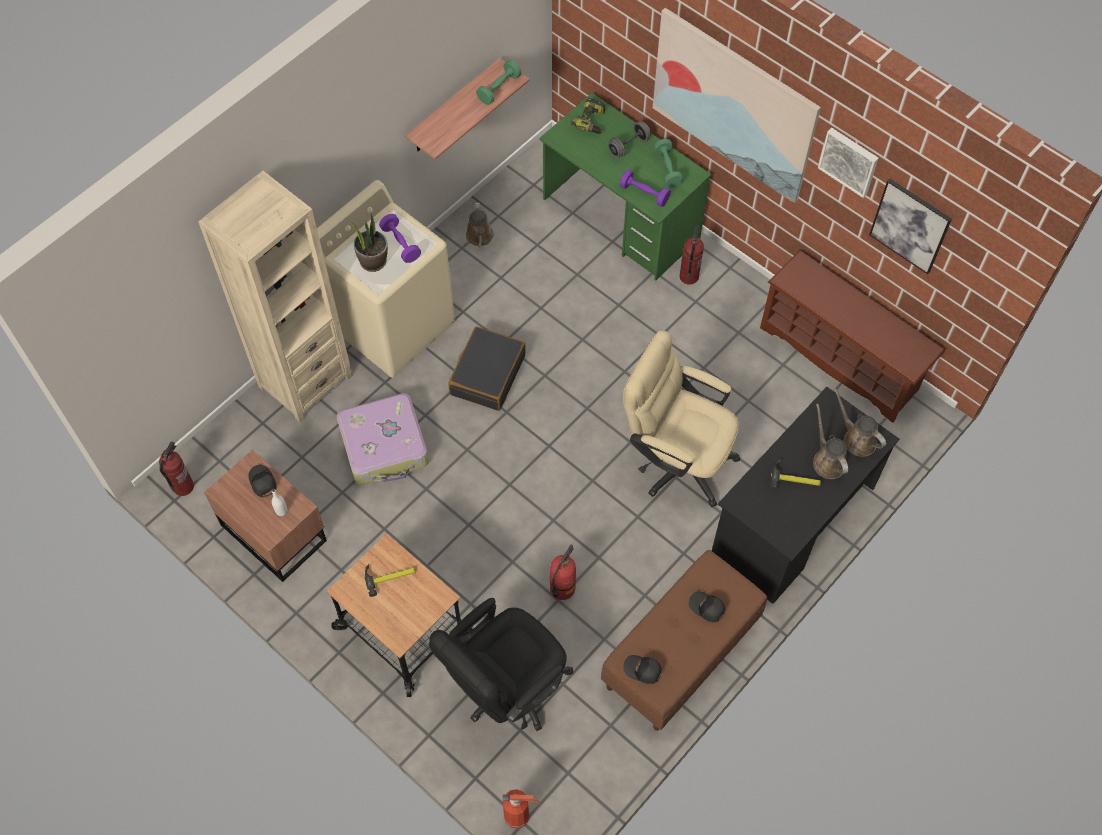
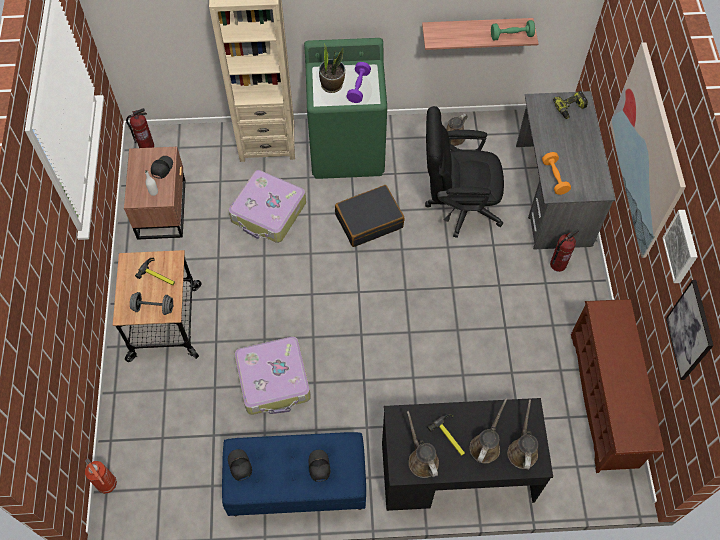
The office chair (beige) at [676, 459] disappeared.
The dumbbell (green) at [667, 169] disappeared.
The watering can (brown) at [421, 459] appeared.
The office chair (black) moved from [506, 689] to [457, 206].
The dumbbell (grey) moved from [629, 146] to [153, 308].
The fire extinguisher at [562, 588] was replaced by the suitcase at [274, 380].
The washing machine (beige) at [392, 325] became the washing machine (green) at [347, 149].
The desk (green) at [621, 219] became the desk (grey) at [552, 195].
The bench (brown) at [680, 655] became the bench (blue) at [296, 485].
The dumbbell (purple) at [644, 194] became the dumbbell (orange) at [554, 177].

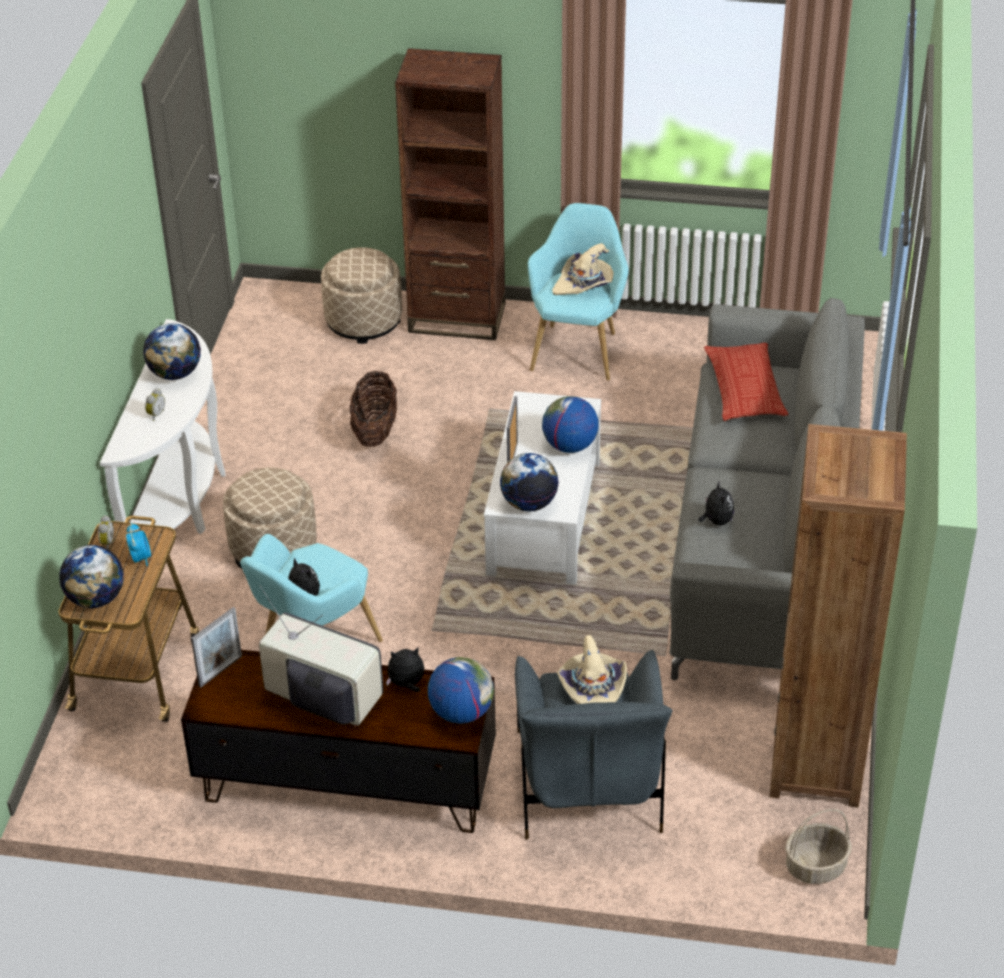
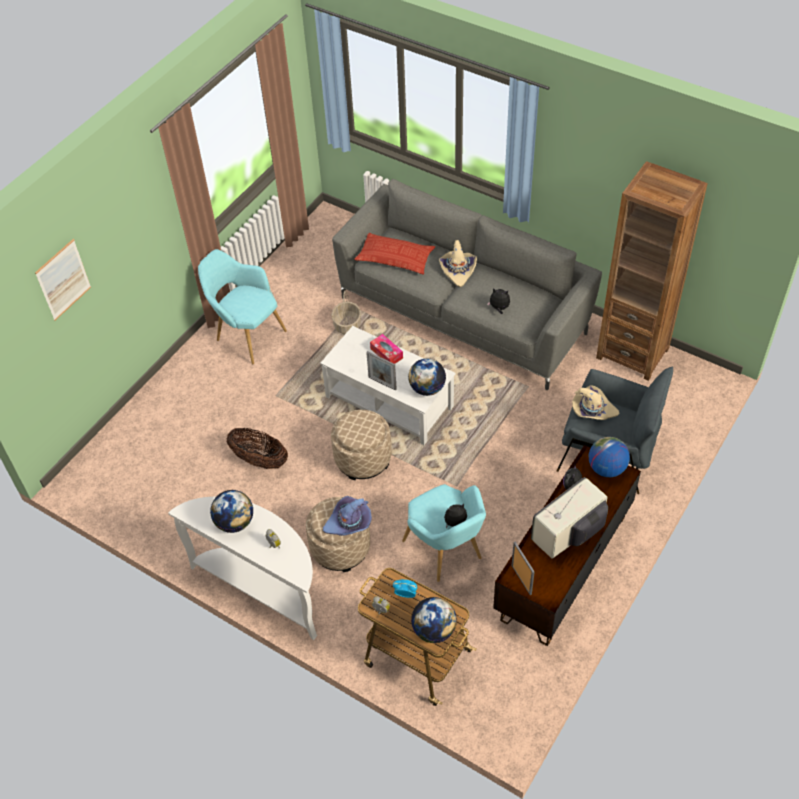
The bookcase (brown) at [457, 318] disappeared.
The picture at [63, 280] appeared.
The hat (purple) at [349, 522] appeared.
The ottoman (beige) moved from [363, 321] to [362, 458].
The hat (beige) moved from [584, 284] to [458, 270].
The basket moved from [815, 867] to [347, 325].
The globe at [569, 446] was replaced by the tissue box at [386, 353].

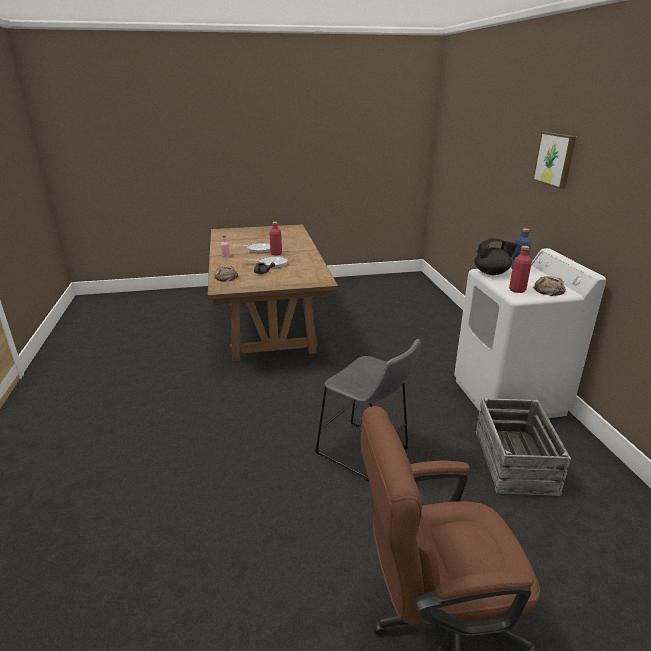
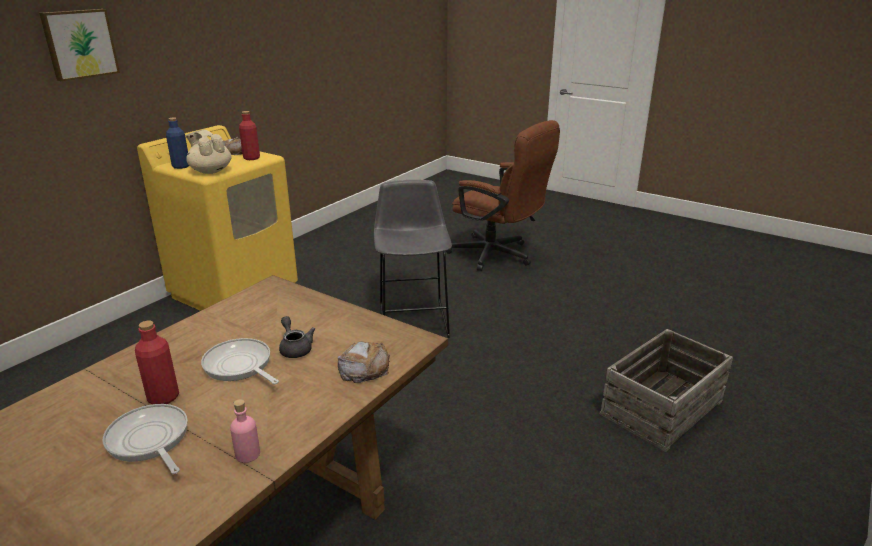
The crate moved from [513, 461] to [662, 408].
The washing machine (white) at [508, 397] became the washing machine (yellow) at [235, 292].
The teapot (black) at [492, 273] became the teapot (beige) at [210, 171].

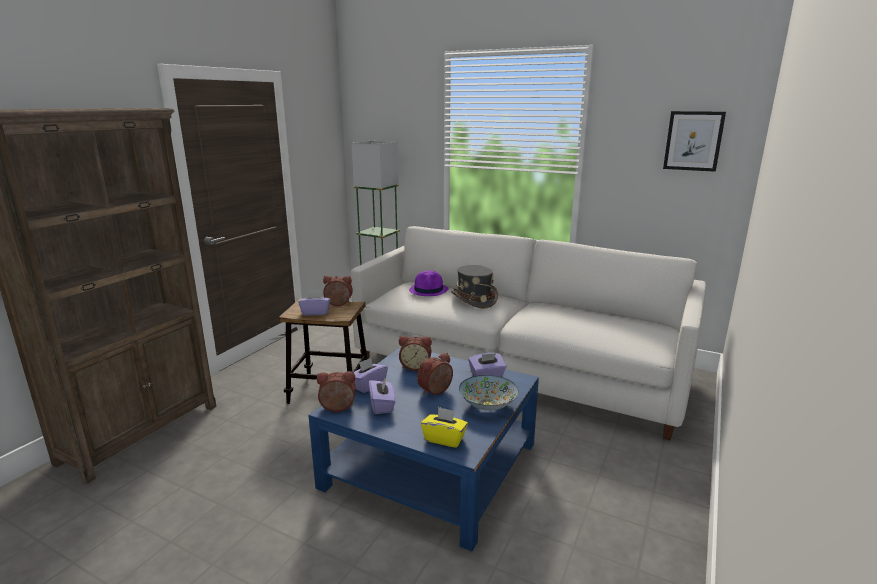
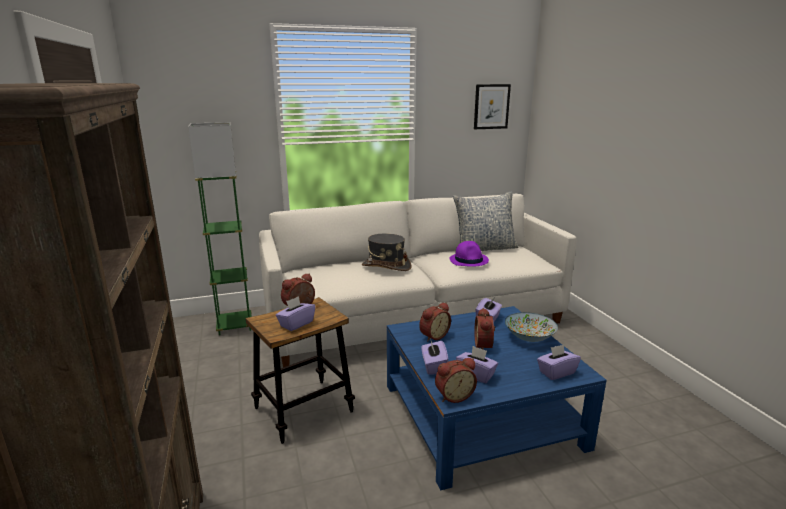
The pillow at [484, 249] appeared.
The hat (purple) moved from [429, 290] to [469, 260].
The tissue box (yellow) at [444, 439] became the tissue box (purple) at [556, 372].
The alarm clock at [338, 408] turned 150 degrees counterclockwise.

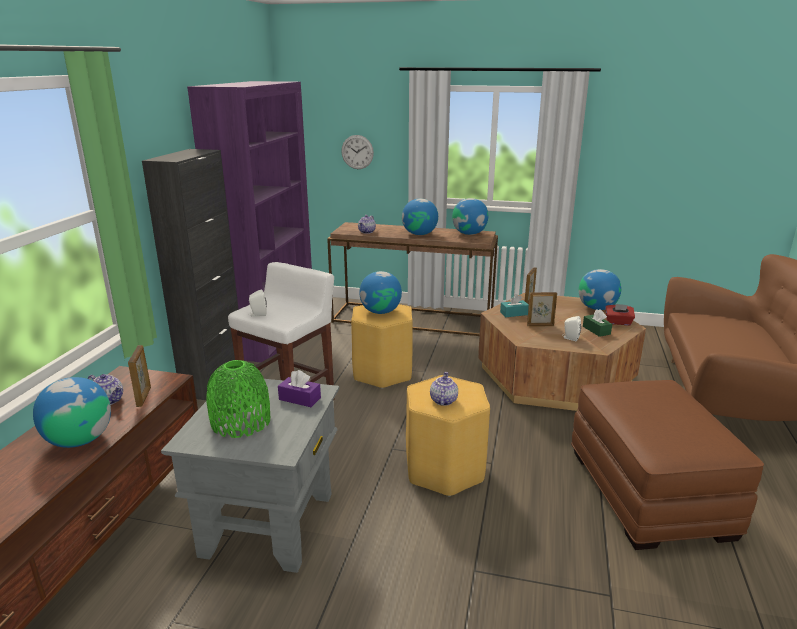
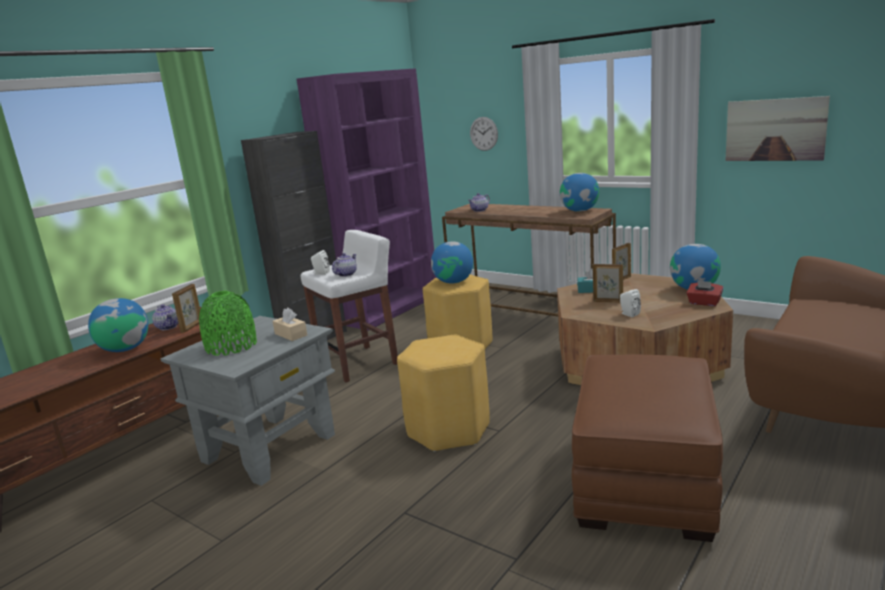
The globe at [419, 234] disappeared.
The tissue box (green) at [596, 330] disappeared.
The picture at [775, 130] appeared.
The teapot moved from [443, 400] to [346, 274].
The tissue box (purple) at [300, 399] became the tissue box (beige) at [291, 334].

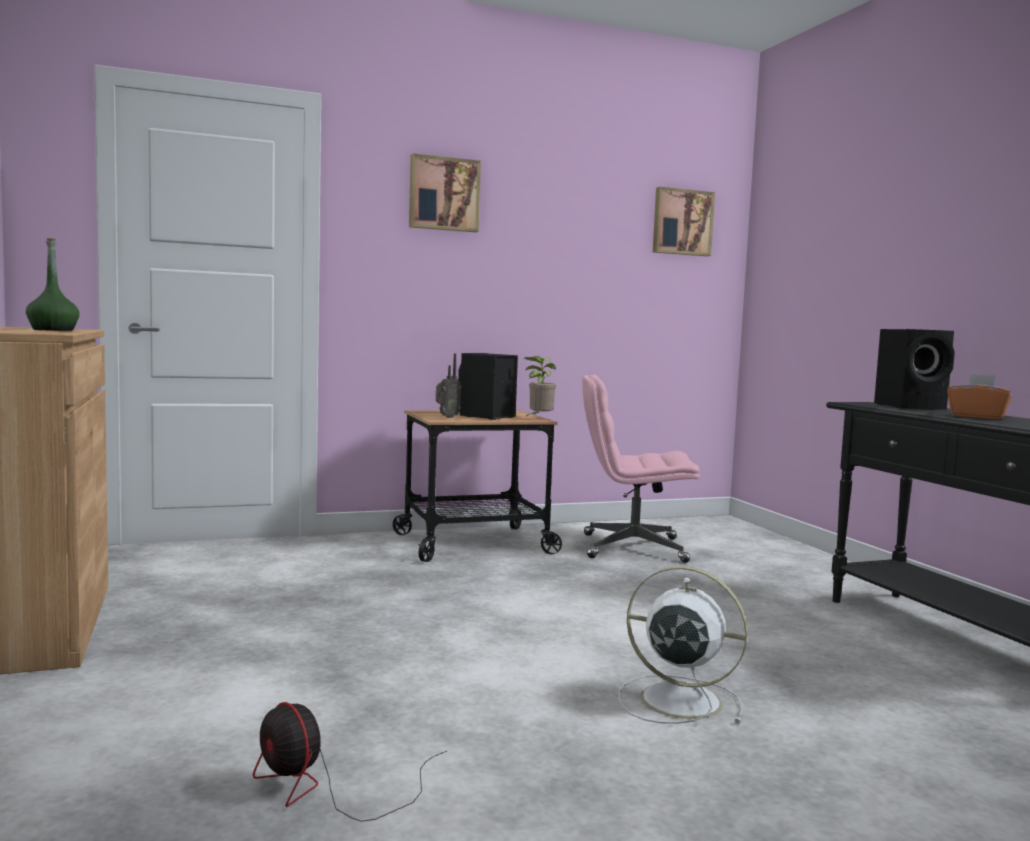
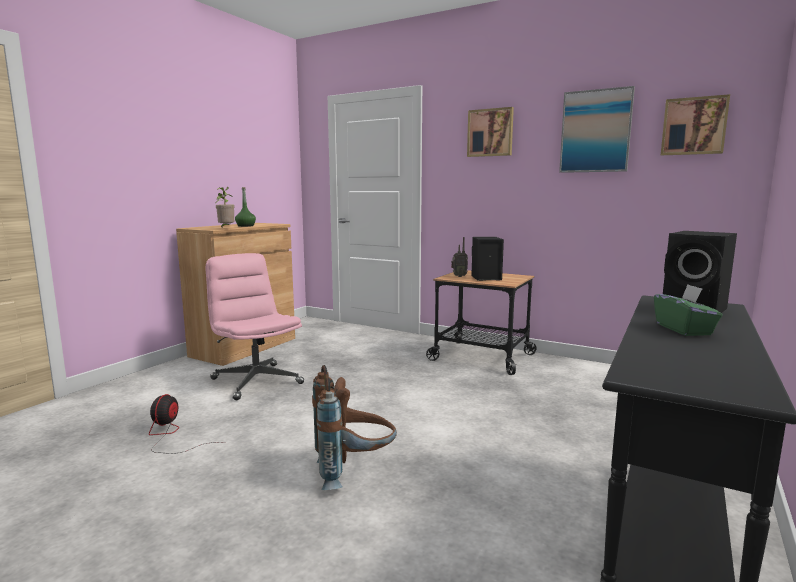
The picture at [595, 131] appeared.
The potted plant moved from [539, 419] to [226, 228].
The office chair (pink) moved from [631, 548] to [256, 381].
The fan (white) at [676, 700] was replaced by the backpack (brown) at [353, 471].
The tissue box (orange) at [977, 417] became the tissue box (green) at [684, 329].

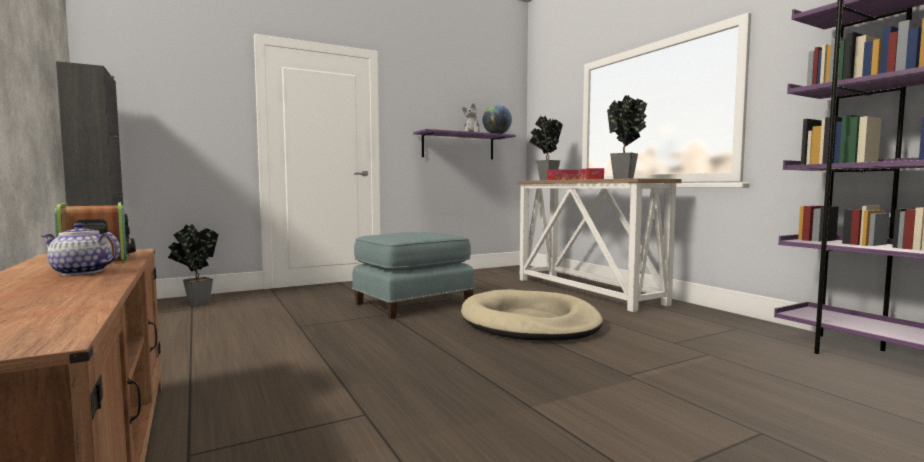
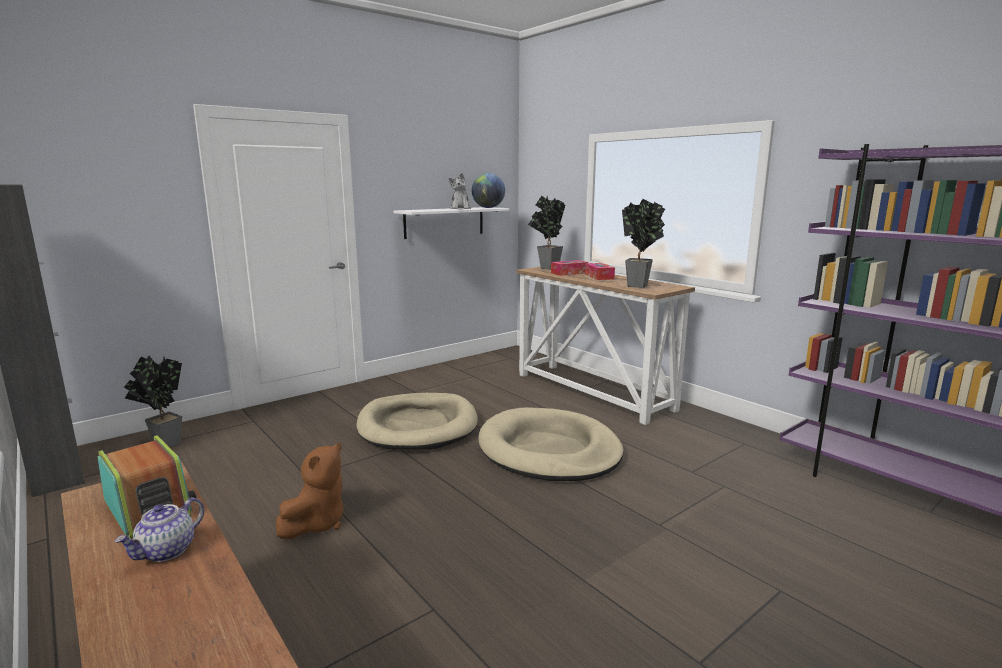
The plush toy (brown) at [317, 523] appeared.
The ottoman (blue) at [412, 303] was replaced by the dog bed (beige) at [417, 426].
The shelf (purple) at [458, 146] became the shelf (white) at [444, 222].
The teapot at [80, 272] turned 60 degrees counterclockwise.

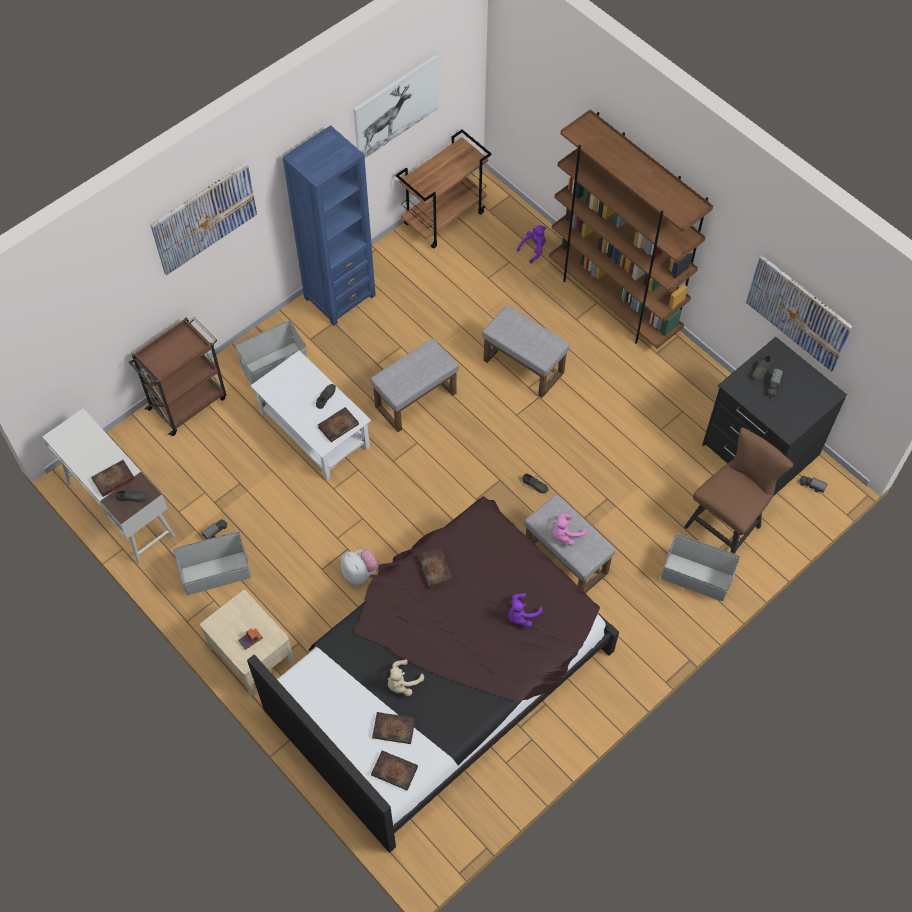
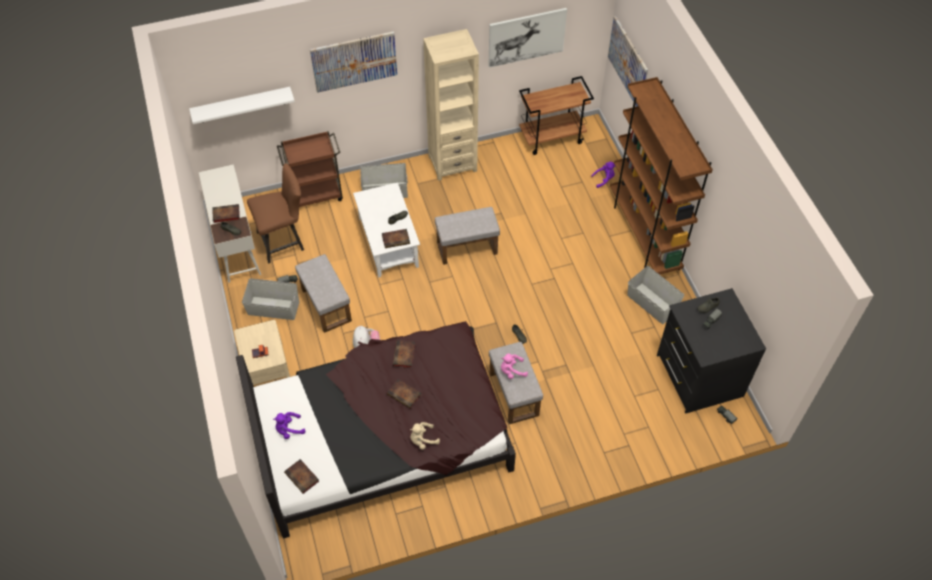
The shelf (white) at [242, 105] appeared.
The book moved from [395, 729] to [405, 395].
The plush toy (beige) moved from [402, 683] to [422, 440].
The ottoman (grey) moved from [524, 366] to [327, 305].
The plush toy (purple) moved from [521, 616] to [289, 429].
The storage box (grey) moved from [696, 577] to [652, 303].
The chair (brown) moved from [727, 524] to [284, 240].
The picture moved from [798, 312] to [628, 62].
The bookcase (blue) at [339, 296] became the bookcase (beige) at [452, 163].

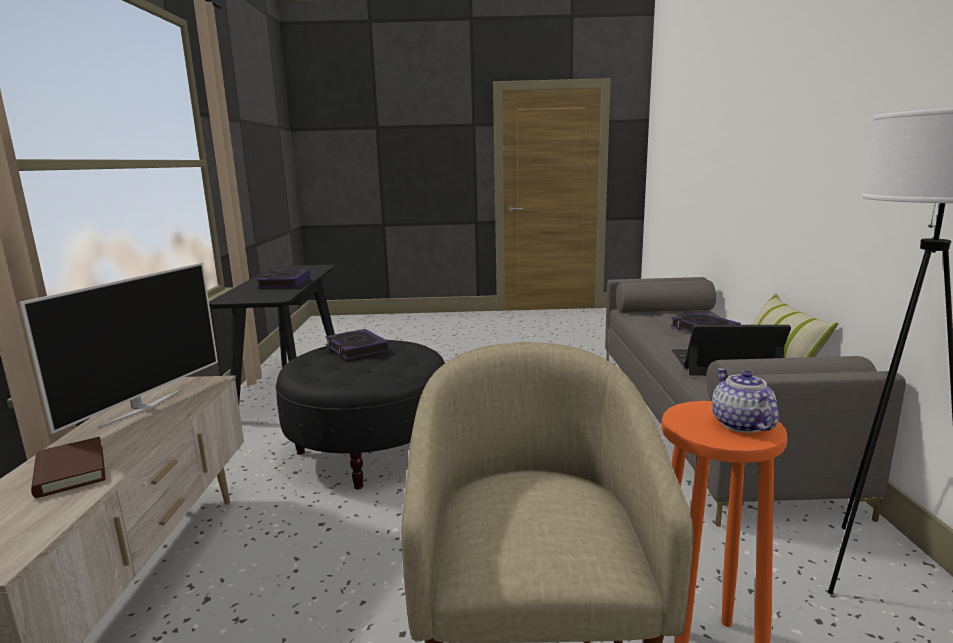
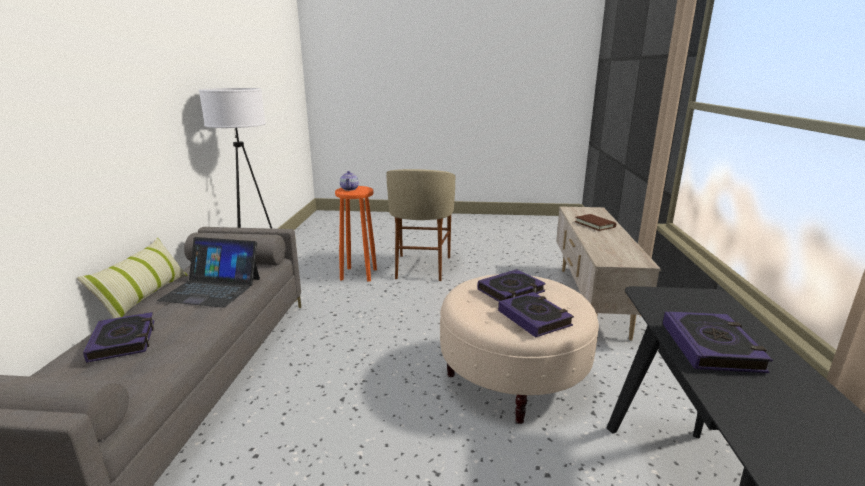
The television at [143, 407] disappeared.
The book at [511, 291] appeared.
The ottoman (black) at [369, 450] became the ottoman (beige) at [513, 377].

